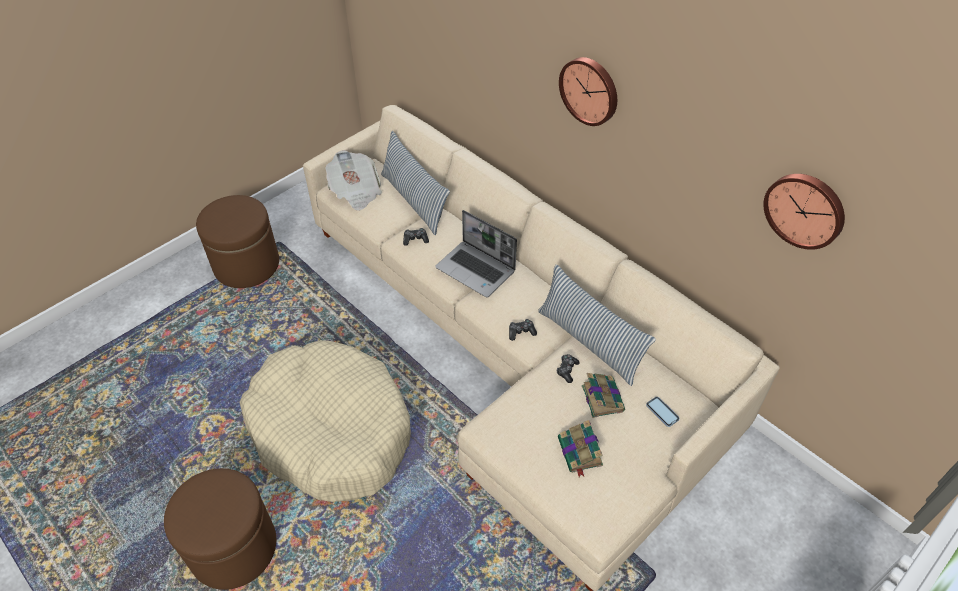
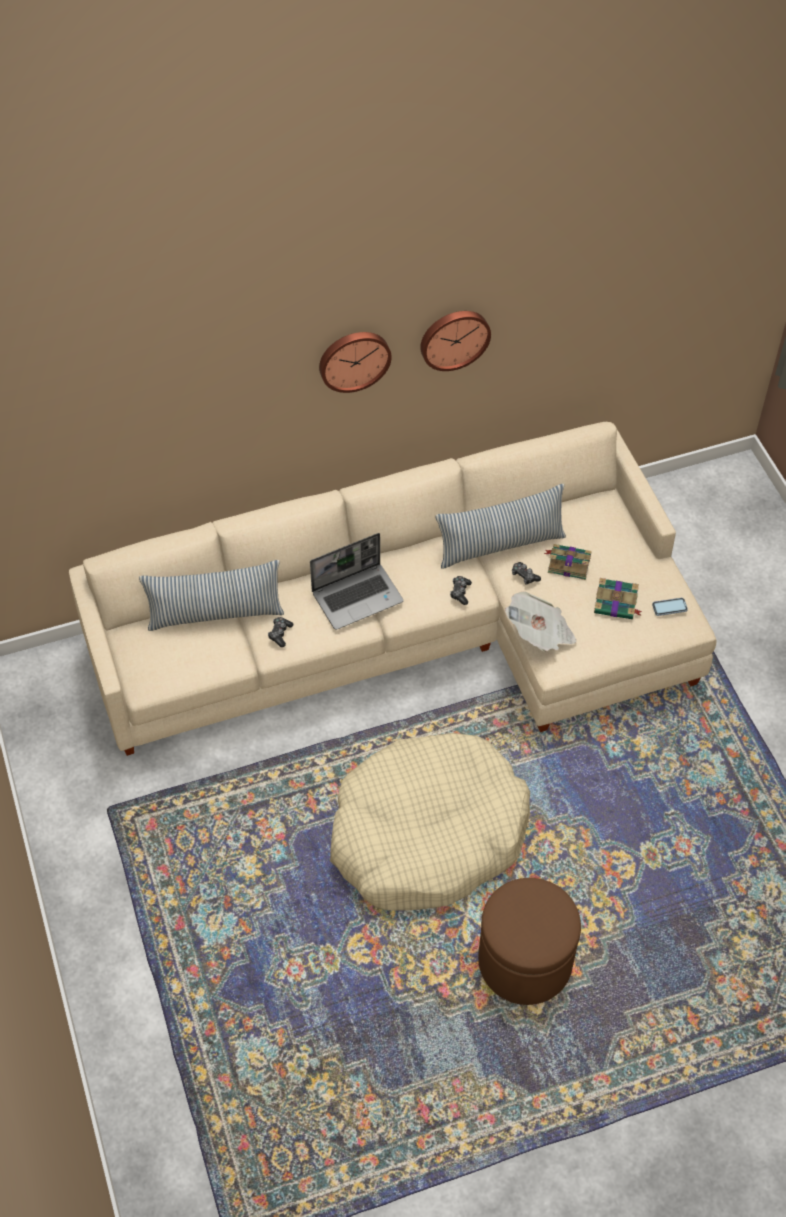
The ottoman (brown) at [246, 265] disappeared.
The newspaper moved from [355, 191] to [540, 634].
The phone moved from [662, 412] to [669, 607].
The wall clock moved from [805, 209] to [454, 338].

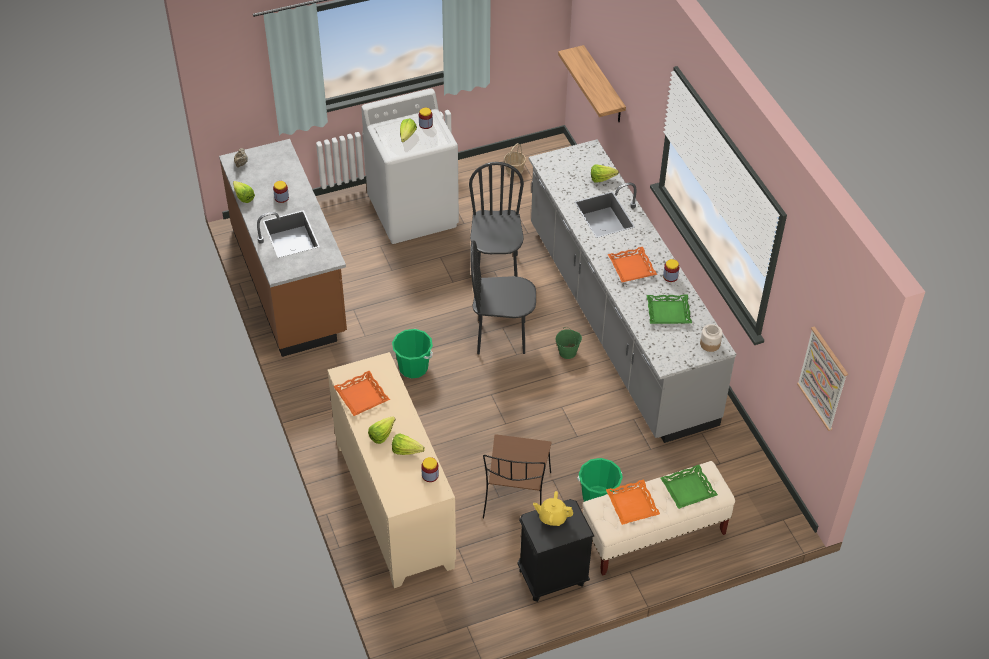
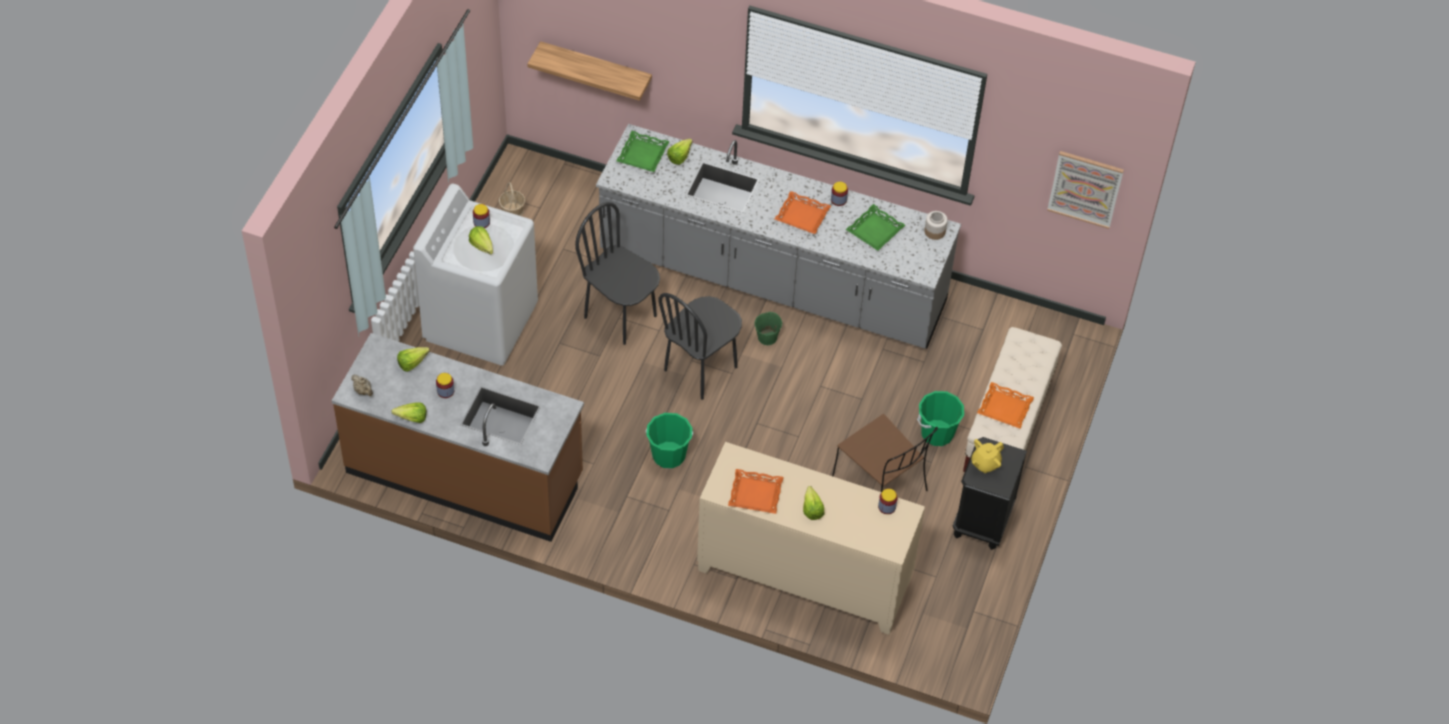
The lettuce moved from [408, 452] to [415, 362].
The tray (green) moved from [688, 490] to [643, 155].

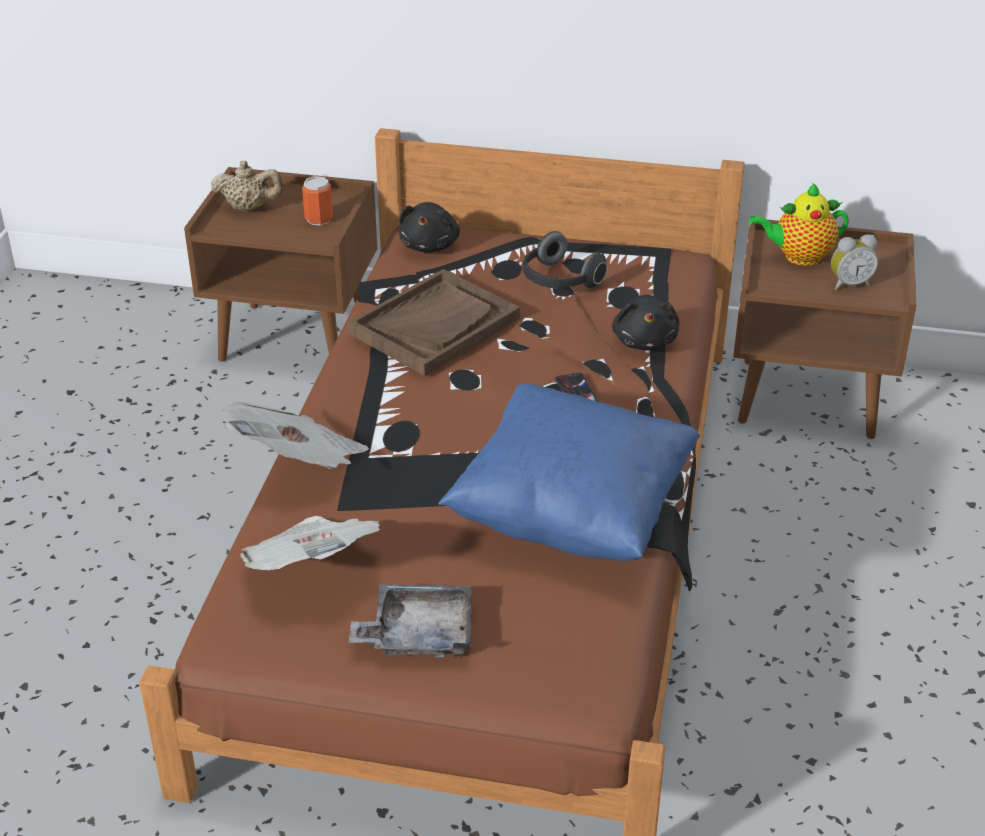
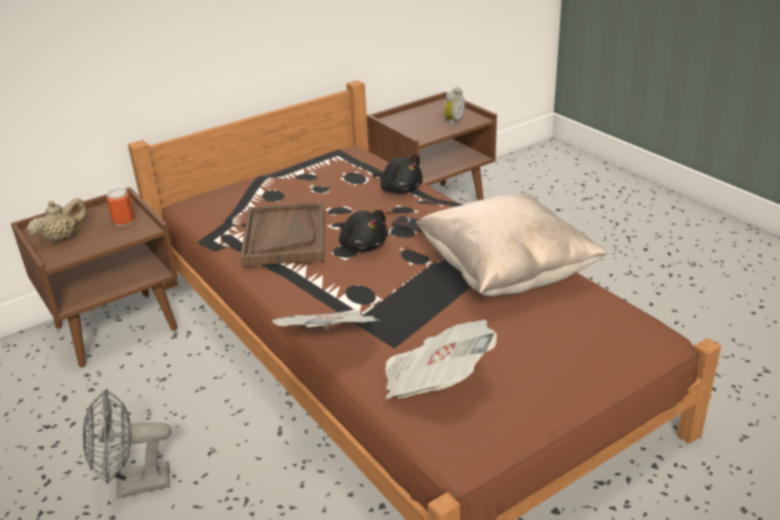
The tray (grey) at [418, 634] disappeared.
The headphones at [559, 281] disappeared.
The teapot at [798, 257] disappeared.
The fan (grey) at [133, 485] appeared.
The plush toy (black) moved from [430, 245] to [363, 245].
The pillow (blue) at [572, 513] became the pillow (beige) at [505, 274].

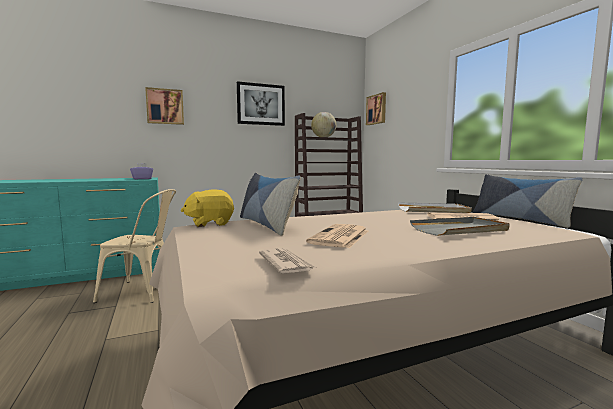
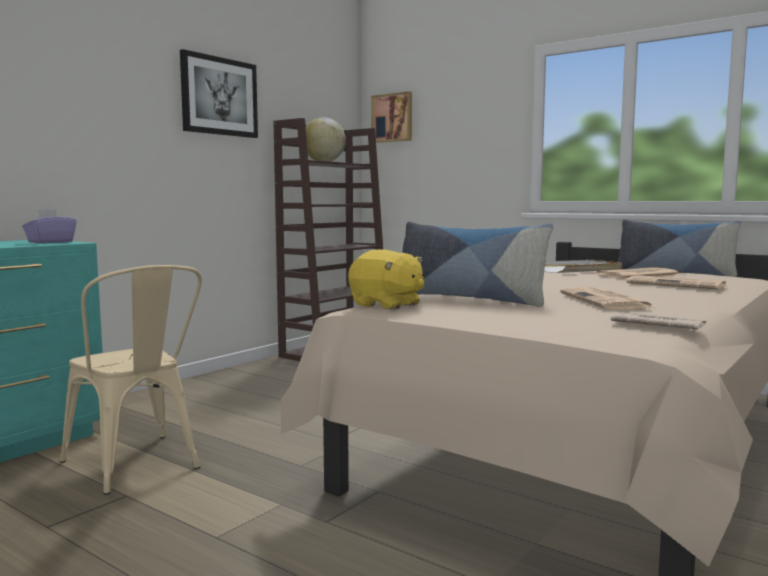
The picture at [165, 106] disappeared.
The tray (grey) at [460, 229] was replaced by the newspaper at [677, 284].
The chair (beige) at [143, 292] turned 75 degrees clockwise.
The plush toy (yellow) at [210, 224] turned 90 degrees counterclockwise.

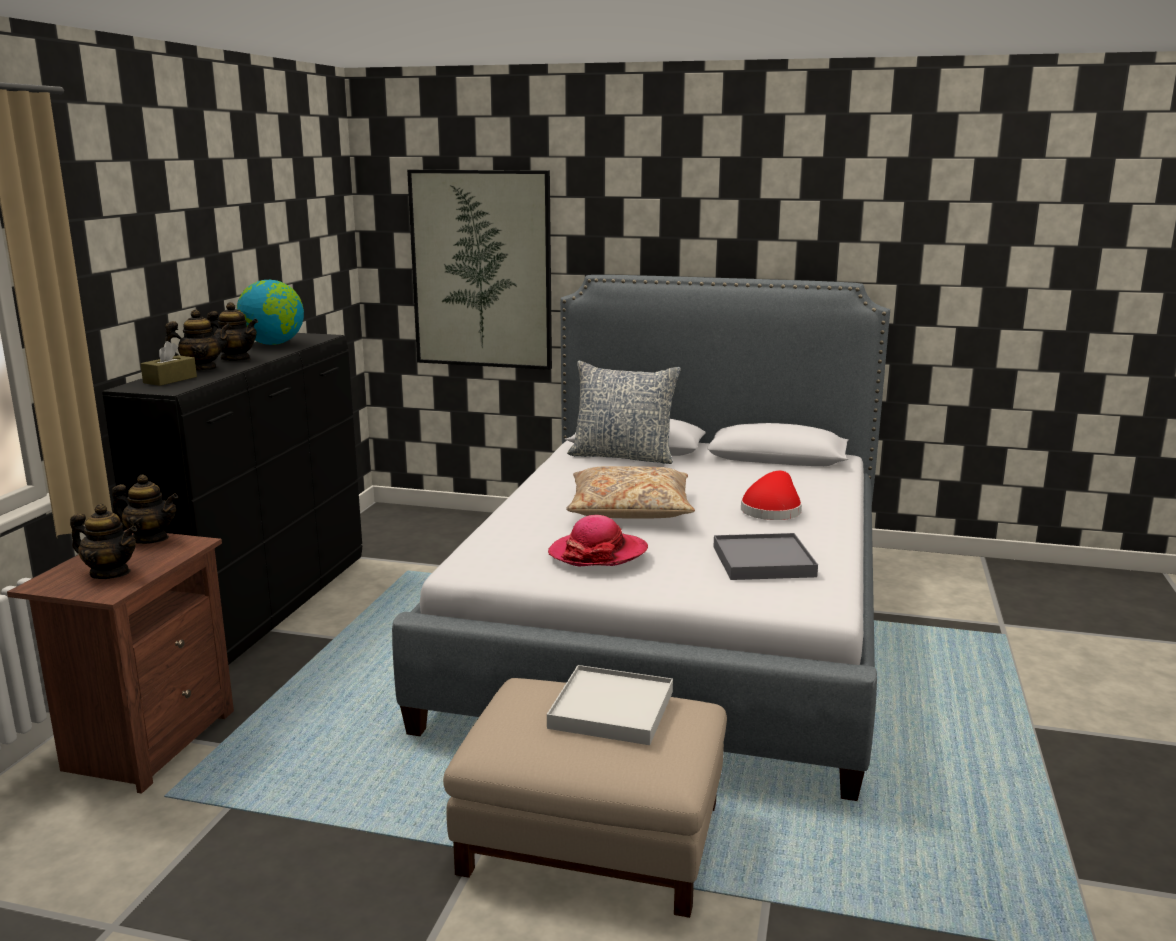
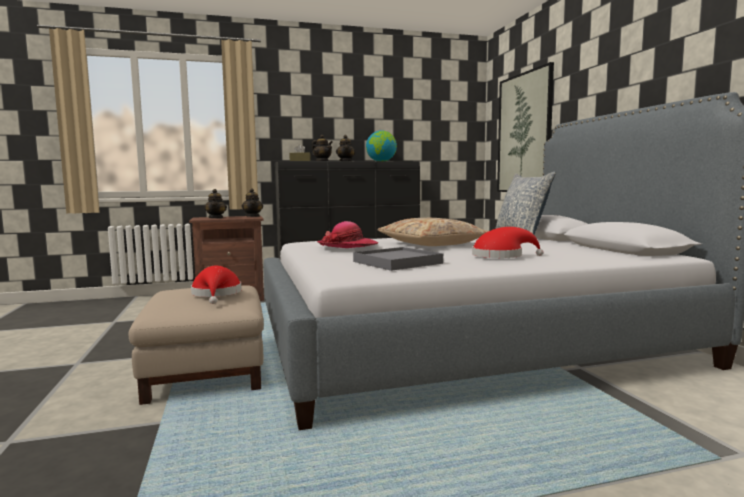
The tray (white) at [611, 709] was replaced by the hat (red) at [216, 294].

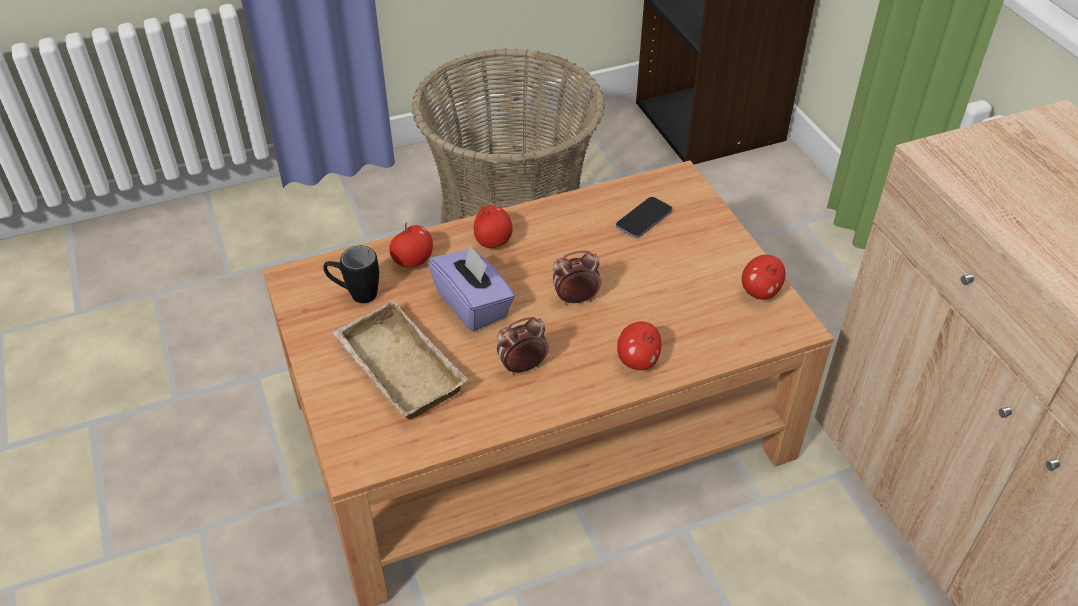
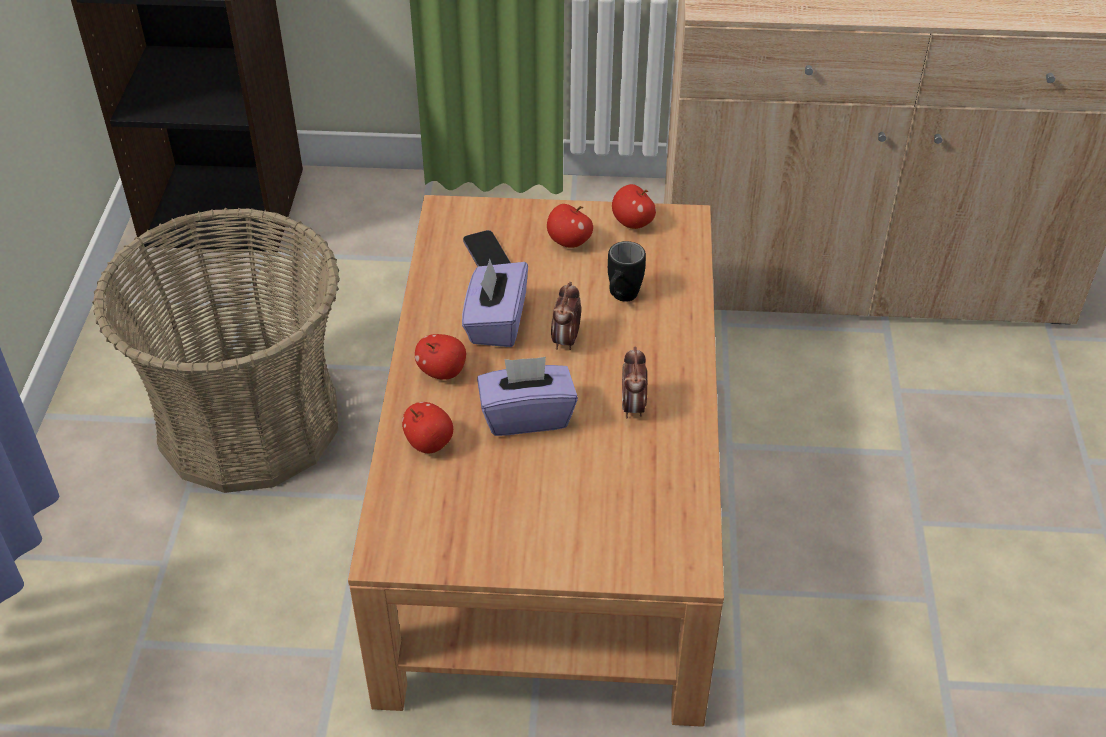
The tray (beige) at [395, 368] disappeared.
The tissue box (purple) at [496, 323] appeared.
The mug (black) moved from [355, 294] to [621, 298].
The apple moved from [638, 361] to [569, 242].

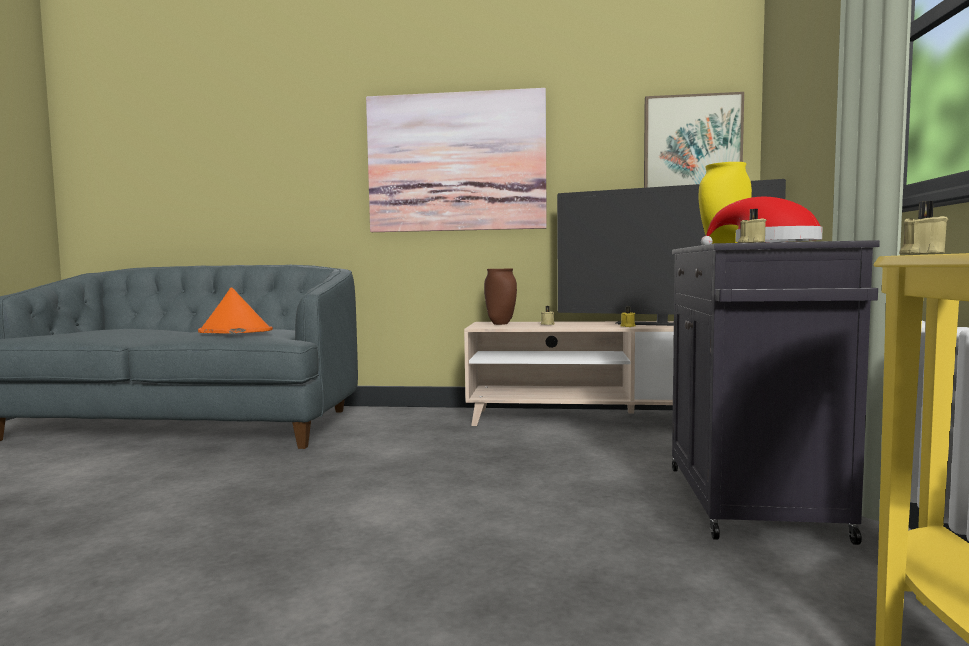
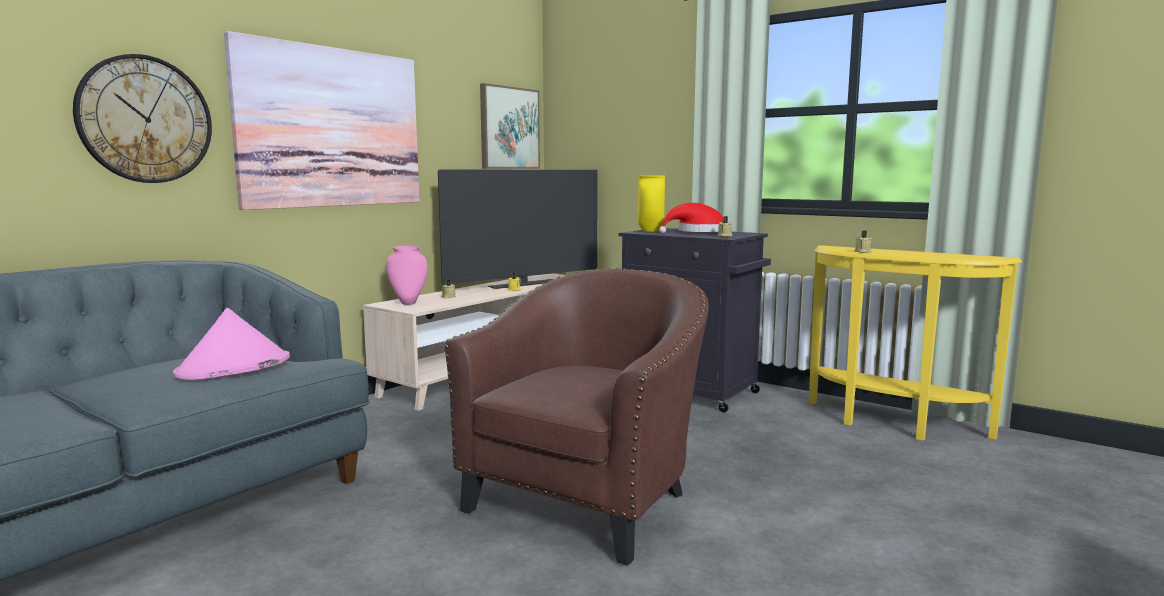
The wall clock at [145, 120] appeared.
The armchair (brown) at [589, 500] appeared.
The hat (orange) at [234, 331] became the hat (pink) at [233, 367].
The vase (brown) at [500, 324] became the vase (pink) at [408, 303].

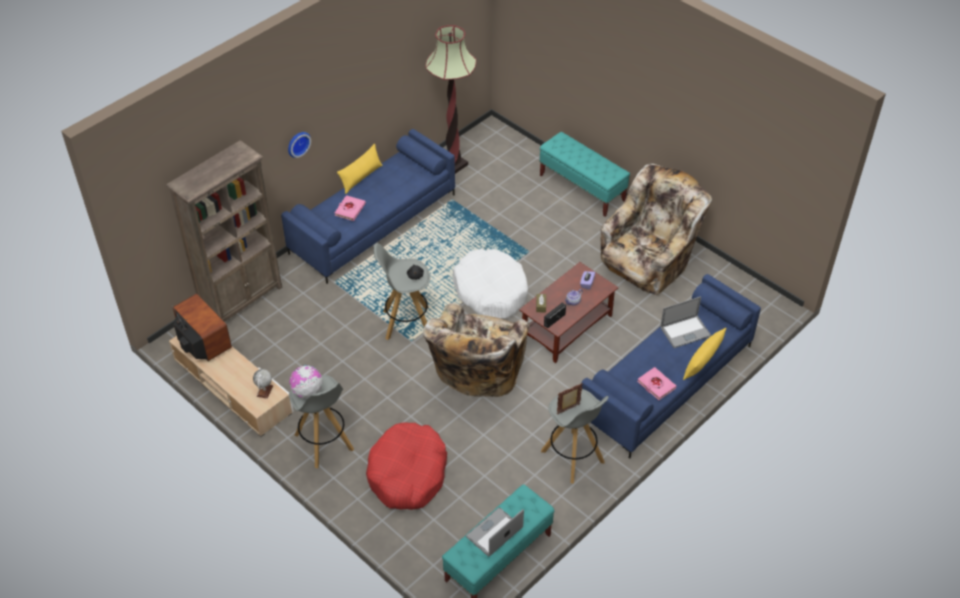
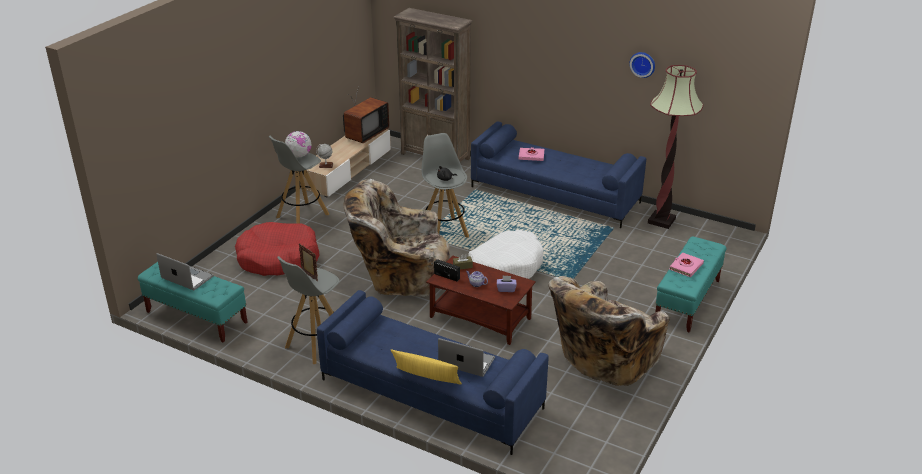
The pillow (yellow) at [361, 178] disappeared.
The wall clock moved from [297, 143] to [643, 64].
The book (pink) moved from [656, 385] to [685, 267].
The armchair (beige) at [649, 262] turned 105 degrees clockwise.
The laptop at [685, 331] turned 150 degrees clockwise.

